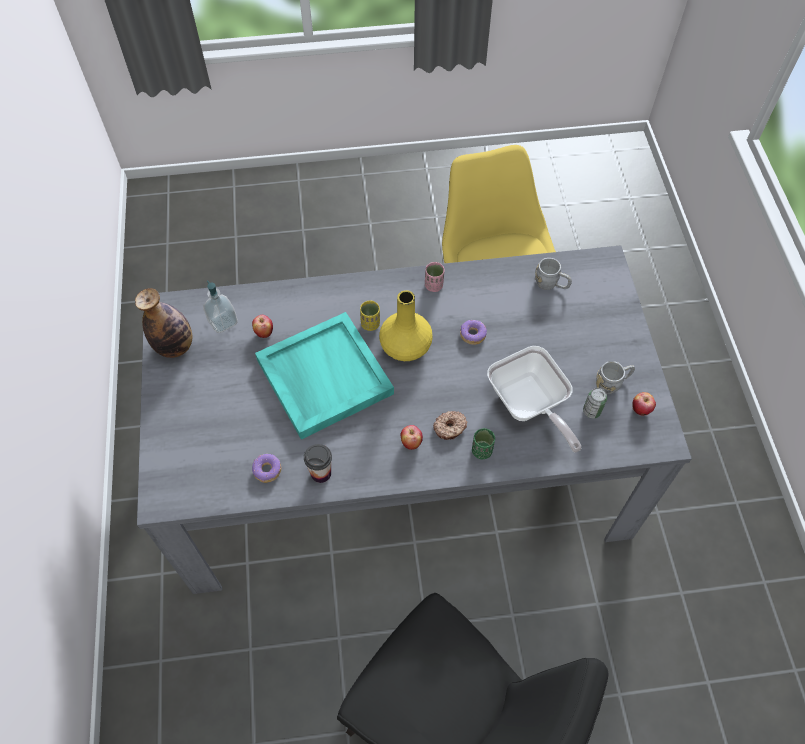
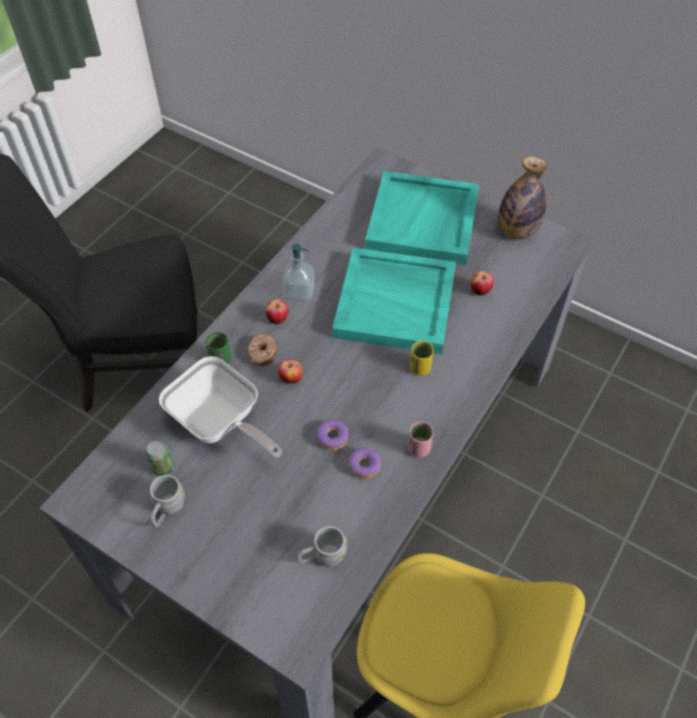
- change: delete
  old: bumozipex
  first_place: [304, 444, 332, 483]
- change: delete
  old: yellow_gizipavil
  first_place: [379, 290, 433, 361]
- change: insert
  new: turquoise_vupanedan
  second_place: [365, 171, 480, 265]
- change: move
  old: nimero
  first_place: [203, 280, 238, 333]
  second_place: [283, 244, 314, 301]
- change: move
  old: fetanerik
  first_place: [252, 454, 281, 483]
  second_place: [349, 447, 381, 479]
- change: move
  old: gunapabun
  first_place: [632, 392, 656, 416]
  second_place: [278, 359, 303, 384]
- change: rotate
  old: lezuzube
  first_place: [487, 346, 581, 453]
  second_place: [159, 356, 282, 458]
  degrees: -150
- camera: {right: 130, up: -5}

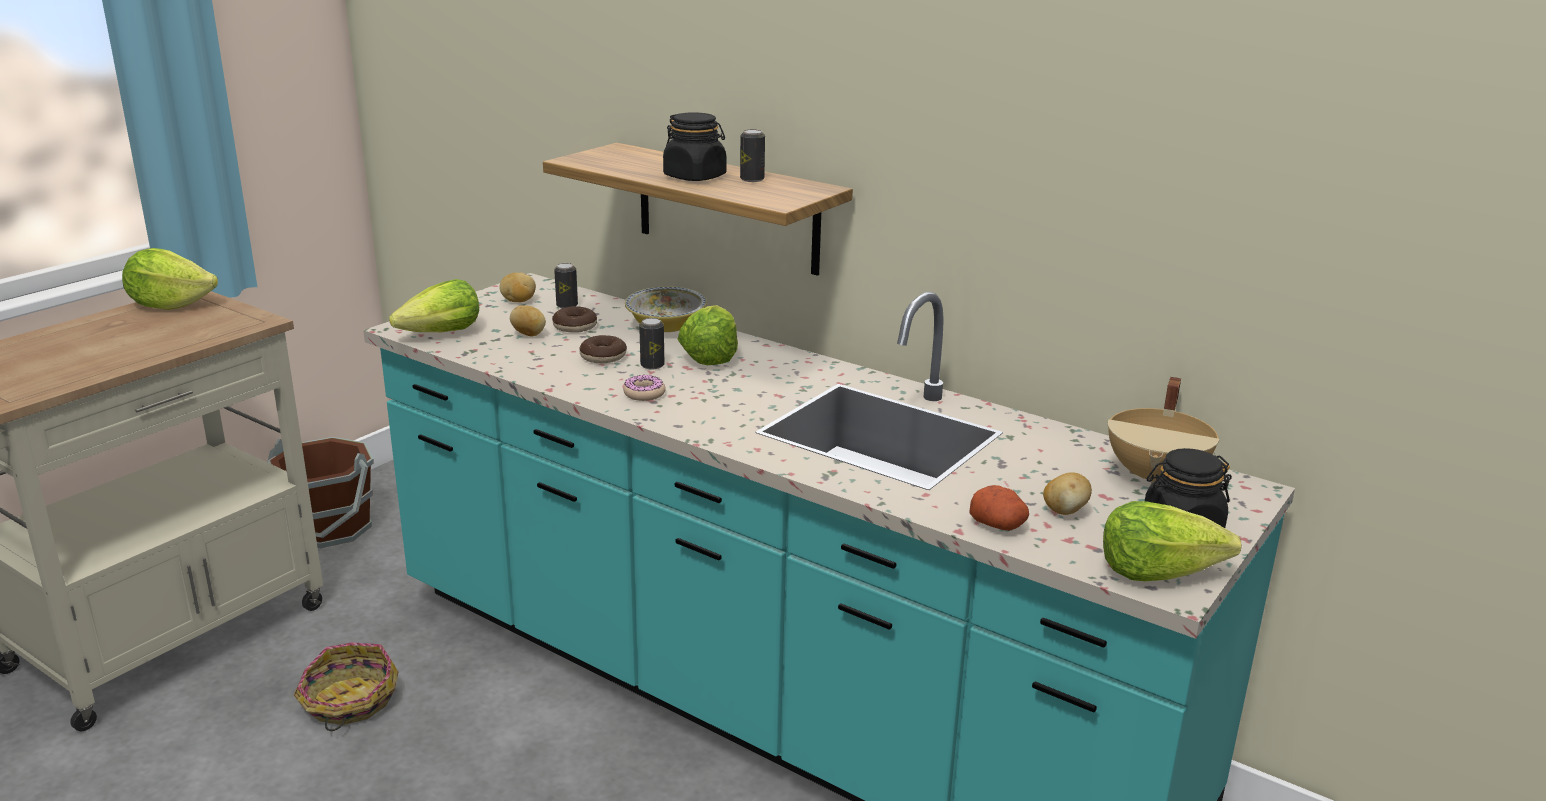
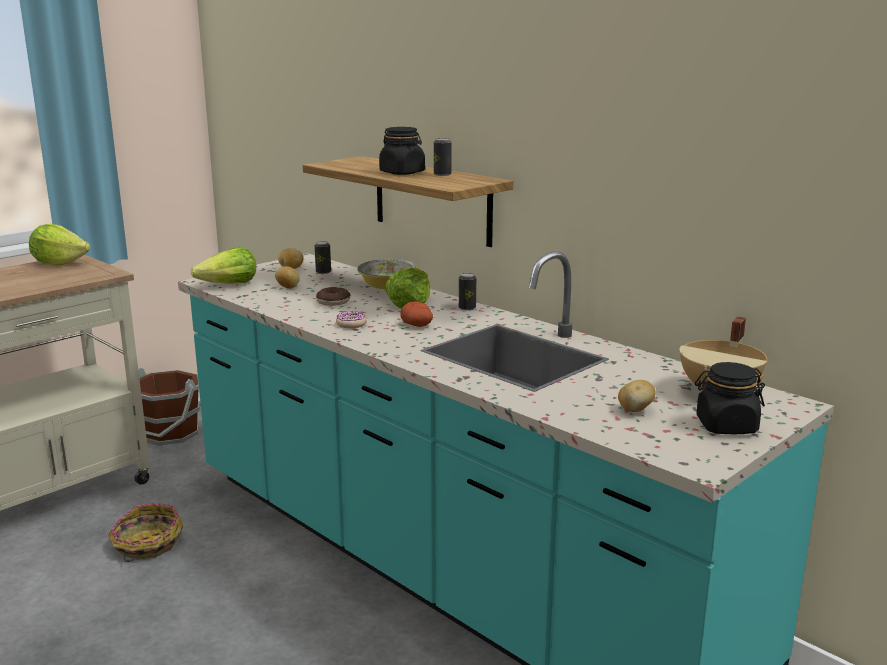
- change: delete
  old: fetanerik
  first_place: [552, 306, 597, 333]
- change: delete
  old: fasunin
  first_place: [1103, 501, 1242, 581]
- change: move
  old: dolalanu
  first_place: [639, 318, 664, 369]
  second_place: [459, 273, 476, 310]
- change: move
  old: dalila
  first_place: [969, 485, 1029, 531]
  second_place: [400, 301, 433, 327]
- camera: {right: 10, up: -5}

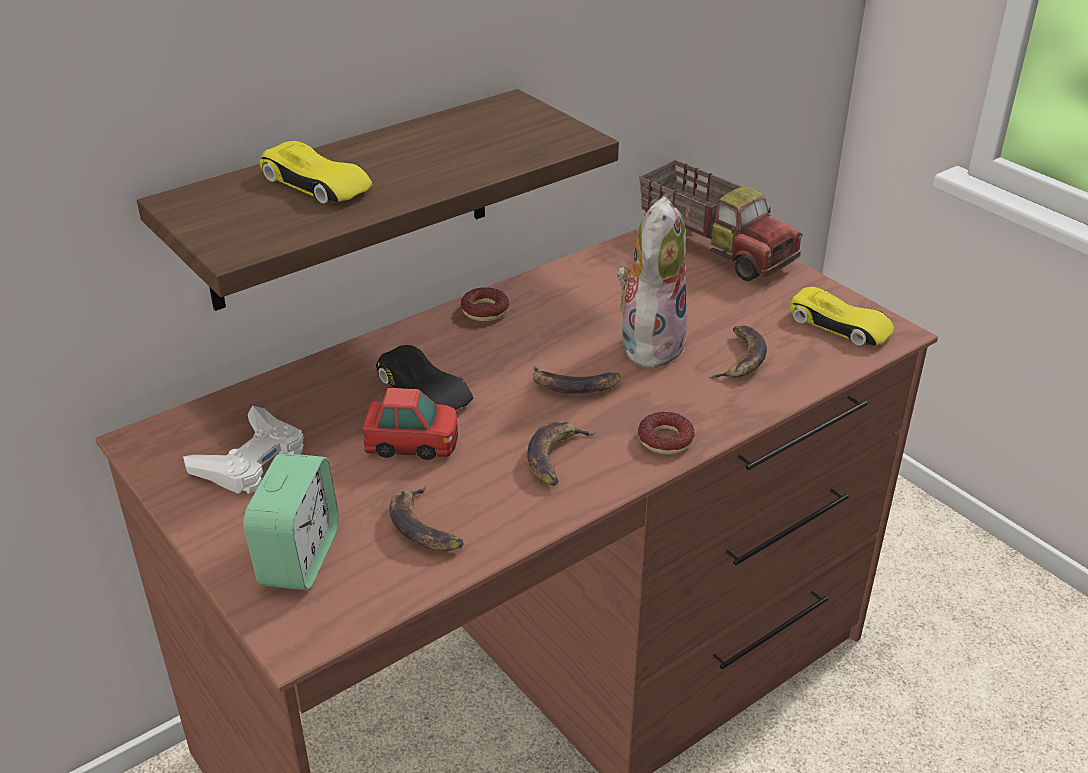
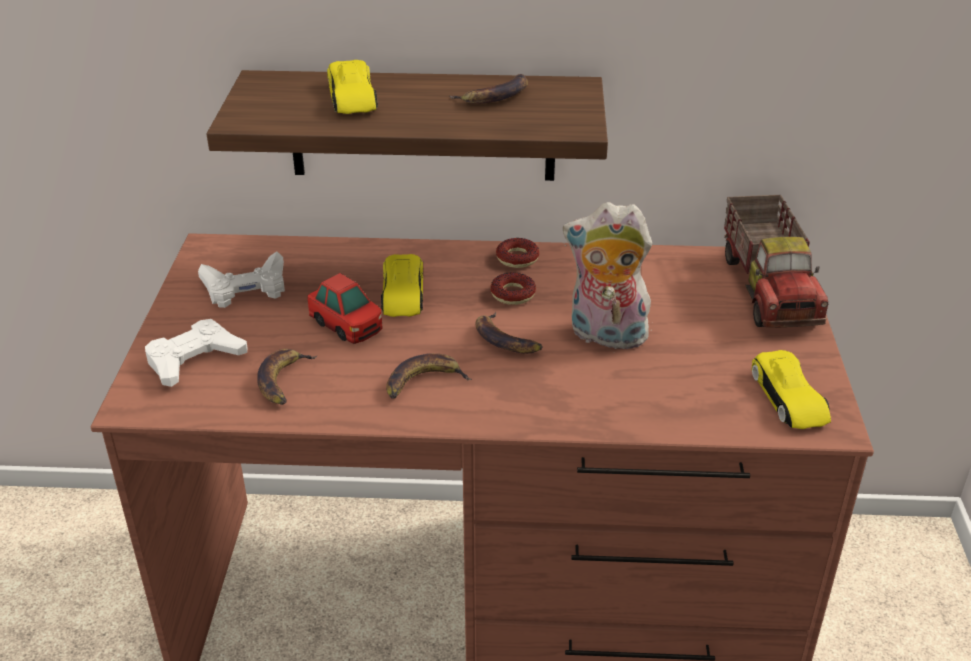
- change: move
  old: fetanerik
  first_place: [638, 412, 695, 454]
  second_place: [490, 272, 536, 305]
- change: move
  old: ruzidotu
  first_place: [709, 326, 767, 379]
  second_place: [450, 74, 528, 104]
- change: replace
  old: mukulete
  new: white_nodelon
  first_place: [243, 453, 339, 590]
  second_place: [145, 319, 247, 387]
- change: recolor
  old: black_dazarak
  new: yellow_dazarak
  first_place: [376, 345, 473, 411]
  second_place: [381, 254, 423, 317]
- change: rotate
  old: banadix
  first_place: [617, 196, 687, 368]
  second_place: [563, 202, 652, 349]
  degrees: -135
- camera: {right: 40, up: 0}

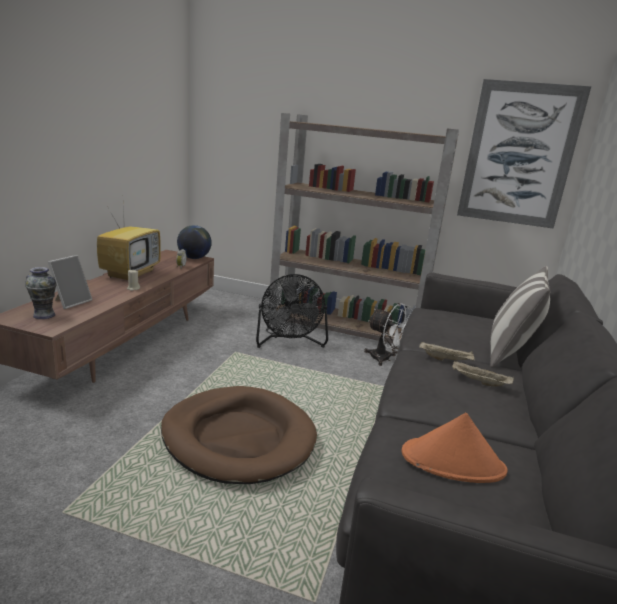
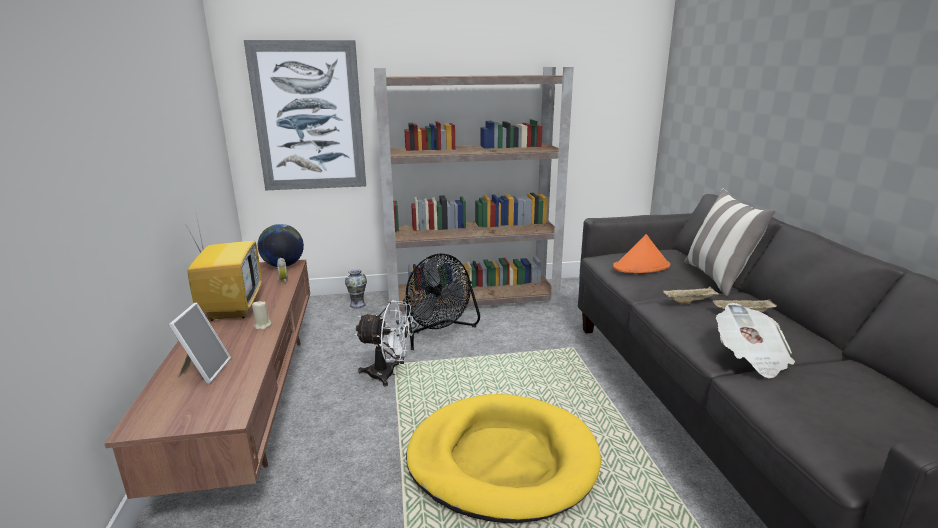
- change: insert
  new: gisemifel
  second_place: [716, 303, 795, 379]
- change: move
  old: gizipavil
  first_place: [25, 267, 57, 319]
  second_place: [345, 269, 367, 309]
- change: move
  old: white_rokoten
  first_place: [364, 303, 413, 366]
  second_place: [355, 300, 413, 387]
- change: move
  old: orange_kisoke
  first_place: [402, 413, 507, 483]
  second_place: [613, 234, 670, 273]
- change: move
  old: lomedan
  first_place: [457, 79, 591, 229]
  second_place: [244, 40, 366, 190]
- change: recolor
  old: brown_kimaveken
  new: yellow_kimaveken
  first_place: [161, 386, 317, 484]
  second_place: [406, 394, 602, 523]
- camera: {right: -25, up: 0}

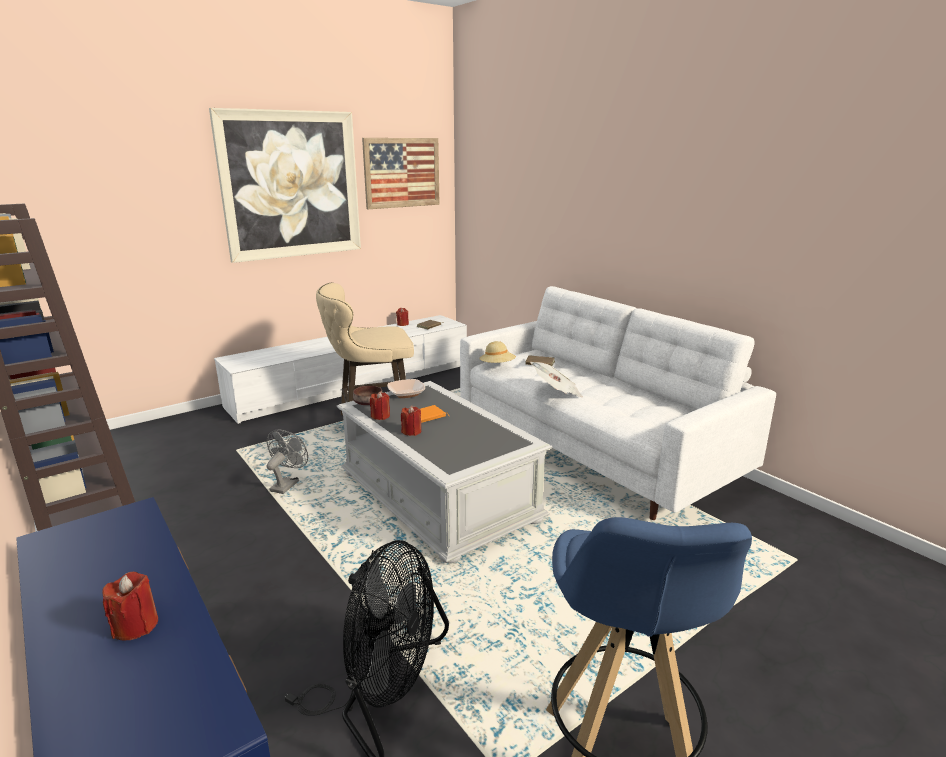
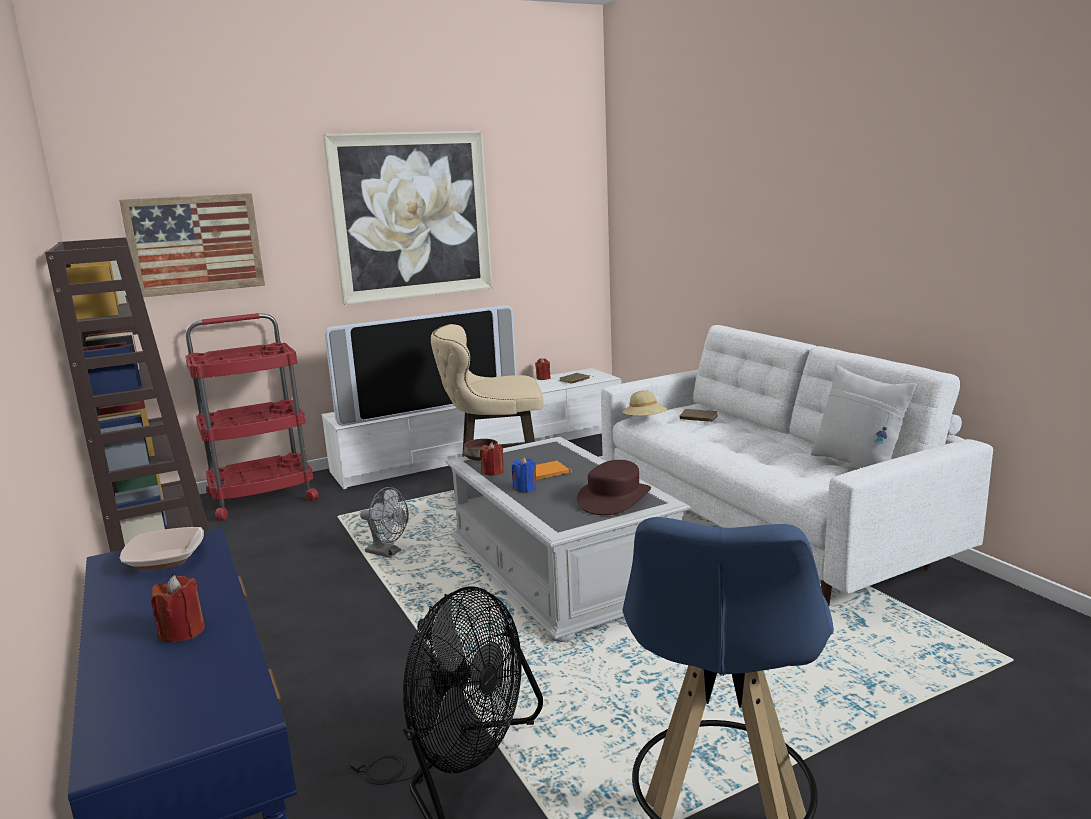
- change: delete
  old: gisemifel
  first_place: [530, 362, 583, 397]
- change: insert
  new: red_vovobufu
  second_place: [185, 313, 319, 520]
- change: insert
  new: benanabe
  second_place: [325, 305, 517, 426]
- change: insert
  new: brown_kisoke
  second_place: [577, 460, 651, 515]
- change: insert
  new: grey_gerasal
  second_place: [811, 365, 916, 468]
- change: move
  old: lomedan
  first_place: [362, 138, 440, 209]
  second_place: [119, 193, 265, 297]
- change: move
  old: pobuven
  first_place: [387, 379, 425, 398]
  second_place: [120, 527, 204, 570]
- change: recolor
  old: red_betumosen
  new: blue_betumosen
  first_place: [401, 406, 421, 436]
  second_place: [512, 456, 536, 492]
- change: rotate
  old: grey_rokoten
  first_place: [266, 429, 308, 494]
  second_place: [360, 487, 409, 558]
  degrees: 90
- camera: {right: 10, up: -5}

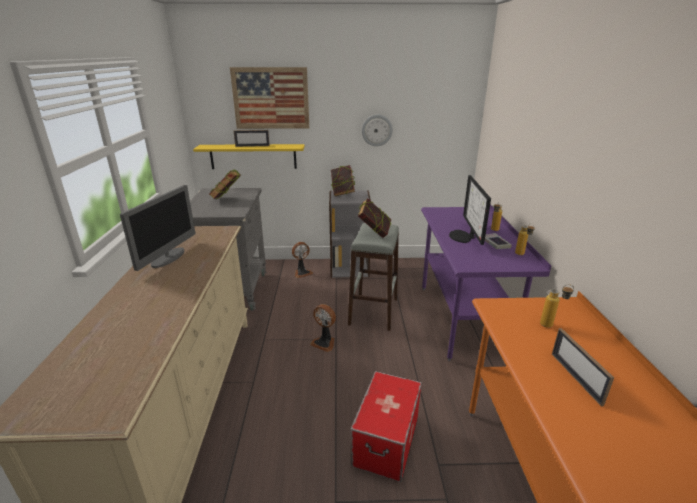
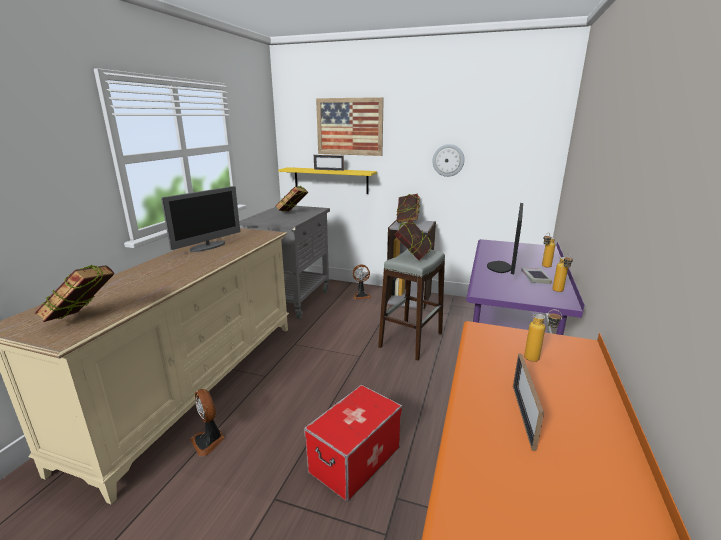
- change: insert
  new: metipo
  second_place: [34, 264, 115, 322]
- change: move
  old: rokoten
  first_place: [310, 304, 336, 352]
  second_place: [190, 389, 225, 456]
- camera: {right: 20, up: -5}

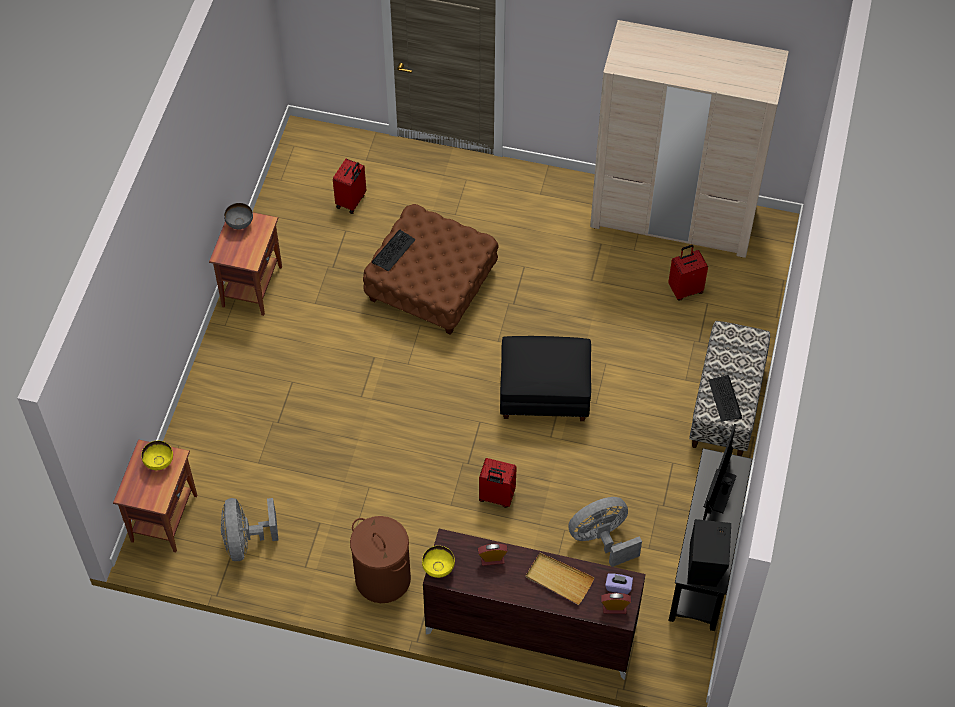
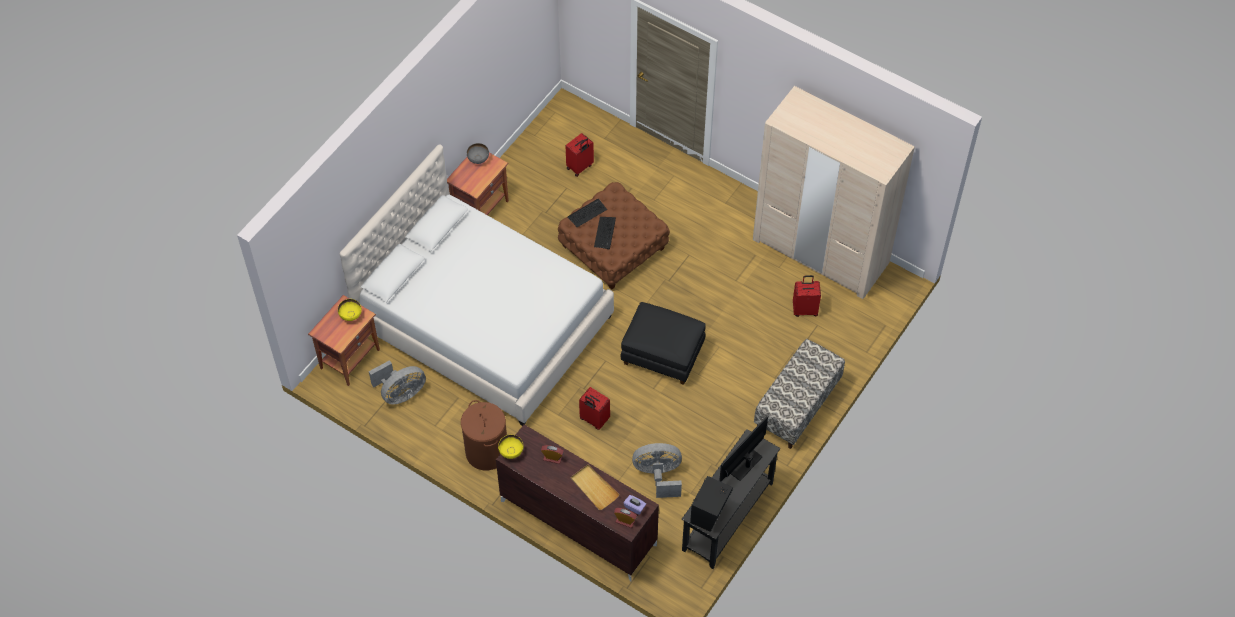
- change: insert
  new: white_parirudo
  second_place: [340, 144, 614, 426]
- change: move
  old: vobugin
  first_place: [708, 375, 742, 422]
  second_place: [594, 217, 616, 249]
- change: rotate
  old: grey_rokoten
  first_place: [221, 498, 279, 561]
  second_place: [369, 360, 426, 404]
  degrees: -135
- camera: {right: 20, up: 0}

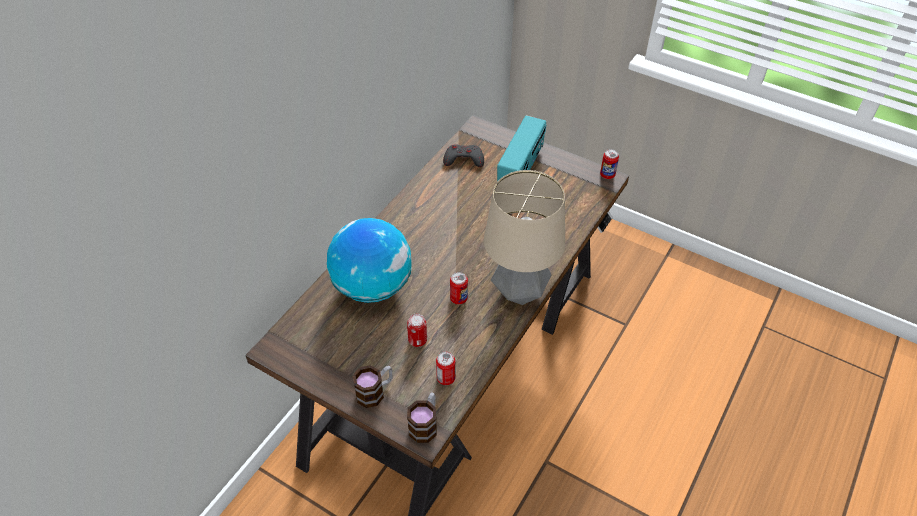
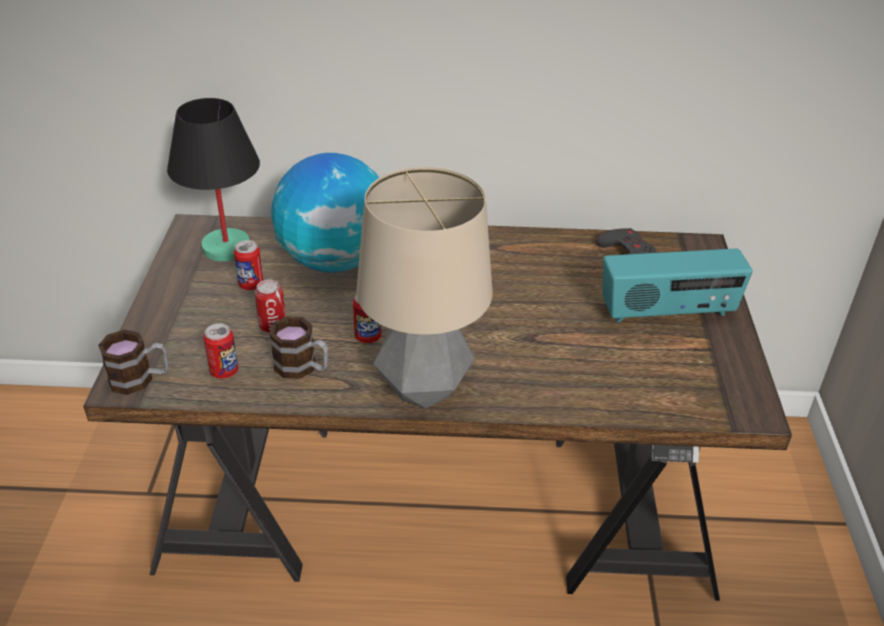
- change: insert
  new: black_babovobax
  second_place: [167, 98, 260, 262]
- change: move
  old: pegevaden
  first_place: [353, 365, 392, 408]
  second_place: [270, 316, 328, 379]
- change: move
  old: dolalanu
  first_place: [600, 149, 619, 179]
  second_place: [234, 240, 264, 290]
- camera: {right: 60, up: -10}

